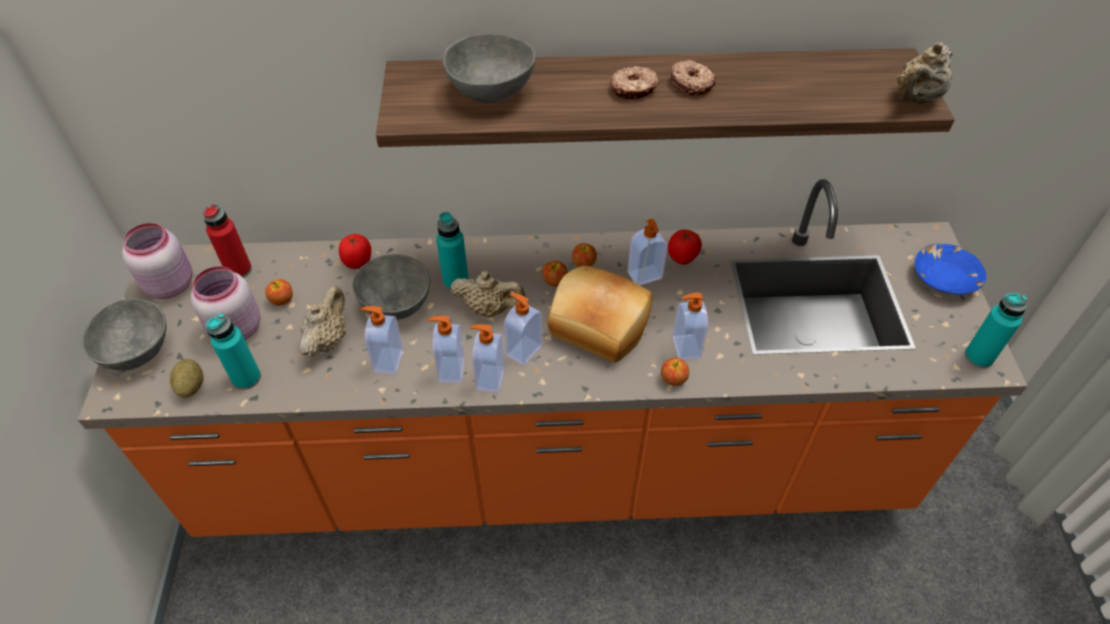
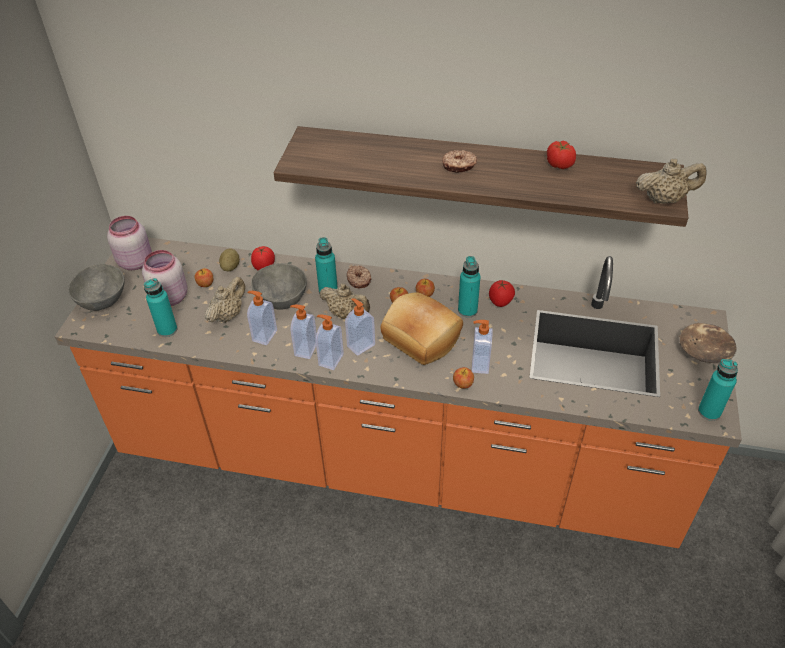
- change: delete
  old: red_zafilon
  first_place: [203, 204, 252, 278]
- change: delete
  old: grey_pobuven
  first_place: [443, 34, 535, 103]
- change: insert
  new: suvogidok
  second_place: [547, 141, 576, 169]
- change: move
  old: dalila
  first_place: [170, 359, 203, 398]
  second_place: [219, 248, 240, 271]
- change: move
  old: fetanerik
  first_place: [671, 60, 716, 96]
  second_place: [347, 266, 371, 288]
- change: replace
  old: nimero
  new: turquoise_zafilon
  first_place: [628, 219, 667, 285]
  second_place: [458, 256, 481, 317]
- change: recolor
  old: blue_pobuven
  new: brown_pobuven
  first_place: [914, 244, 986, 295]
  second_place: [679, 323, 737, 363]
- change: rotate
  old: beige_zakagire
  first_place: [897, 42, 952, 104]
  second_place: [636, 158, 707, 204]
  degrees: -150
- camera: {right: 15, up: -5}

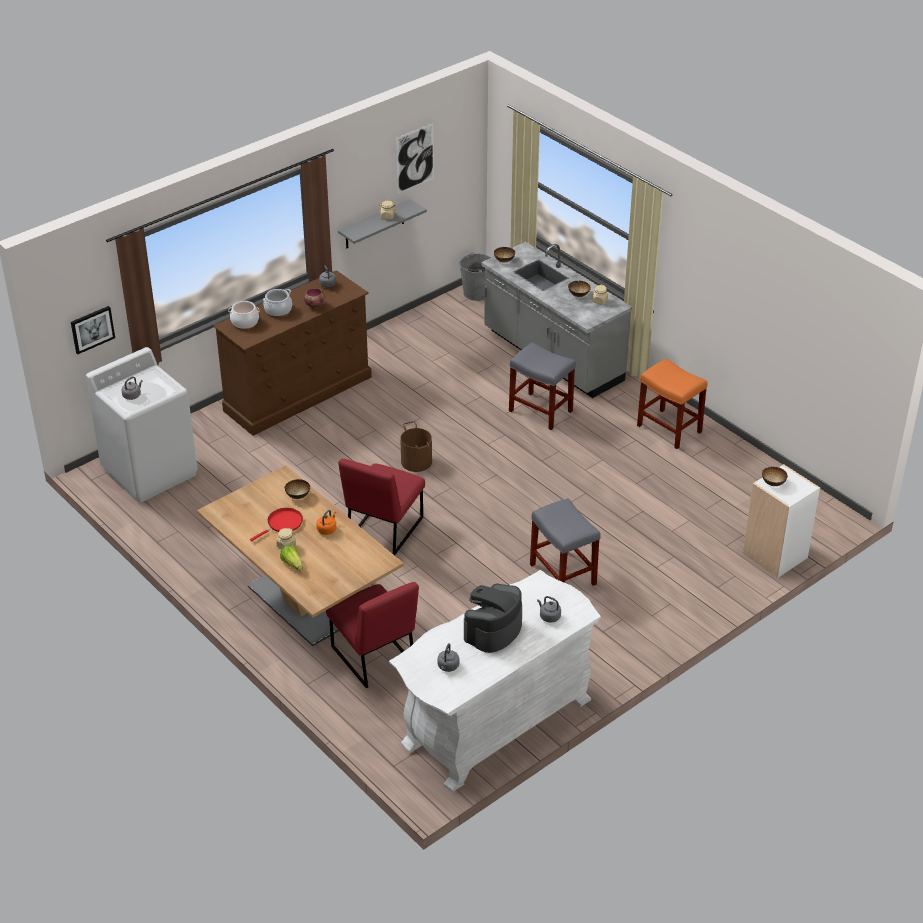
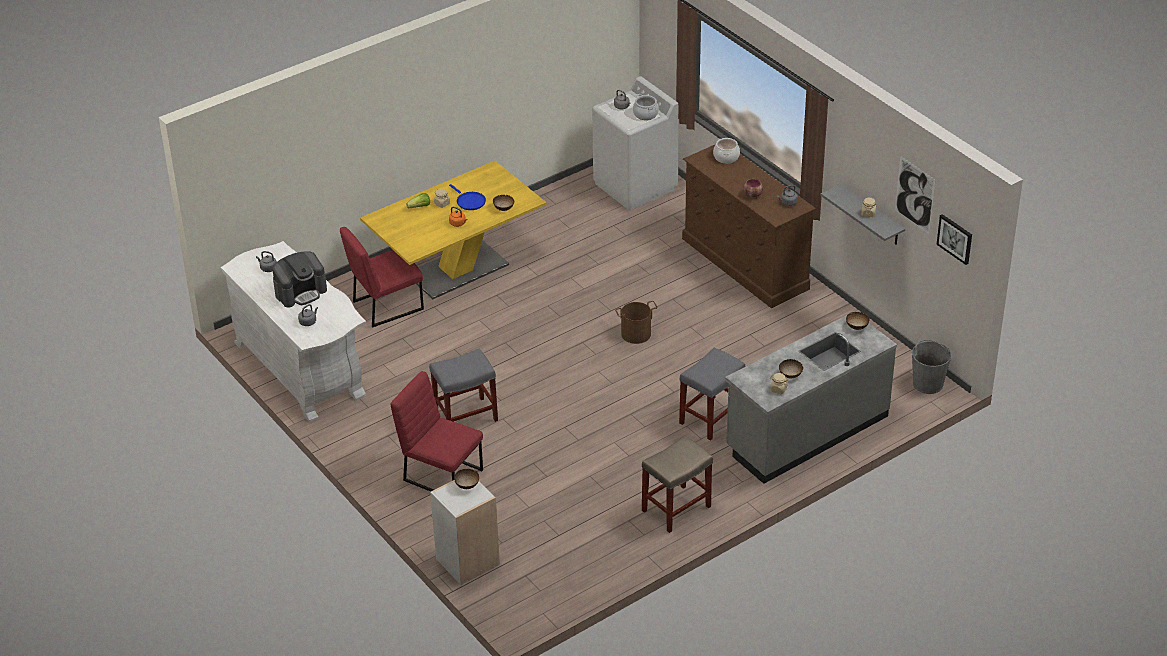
- change: move
  old: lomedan
  first_place: [71, 306, 115, 354]
  second_place: [936, 214, 972, 265]
- change: move
  old: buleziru
  first_place: [263, 289, 292, 317]
  second_place: [633, 94, 659, 120]
- change: move
  old: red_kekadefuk
  first_place: [338, 459, 425, 556]
  second_place: [390, 371, 483, 492]
- change: recolor
  old: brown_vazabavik
  new: yellow_vazabavik
  first_place: [197, 465, 404, 646]
  second_place: [360, 161, 546, 299]
- change: recolor
  old: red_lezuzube
  new: blue_lezuzube
  first_place: [250, 508, 303, 541]
  second_place: [449, 184, 486, 210]
- change: recolor
  old: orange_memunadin
  new: beige_memunadin
  first_place: [637, 359, 708, 449]
  second_place: [642, 435, 713, 533]
- change: rotate
  old: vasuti
  first_place: [464, 583, 522, 653]
  second_place: [273, 251, 327, 308]
  degrees: 105
- camera: {right: 95, up: 0}

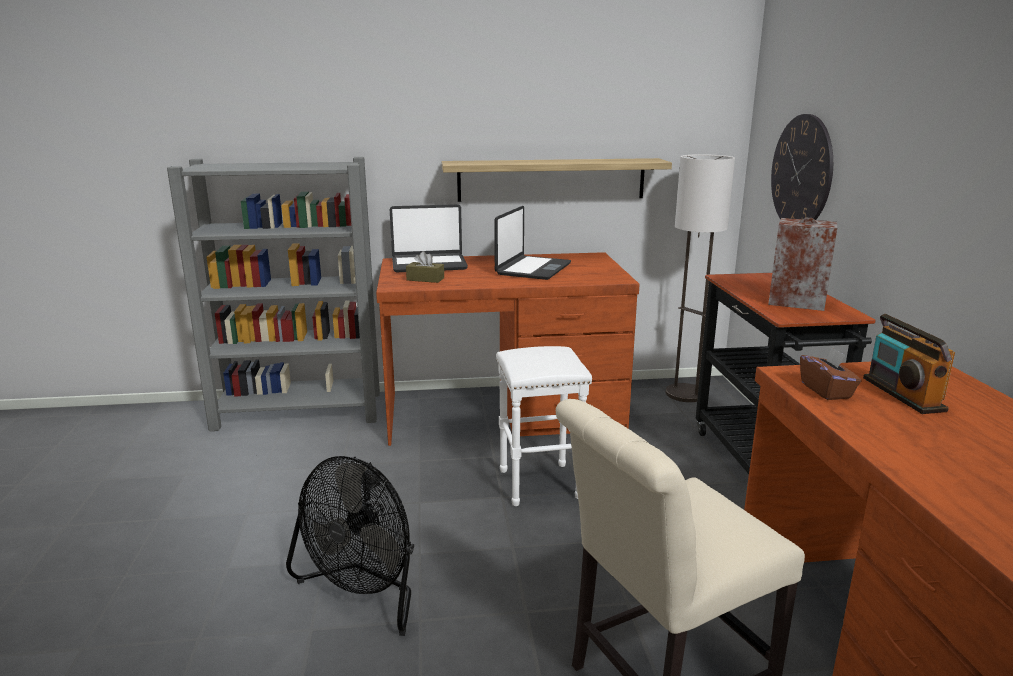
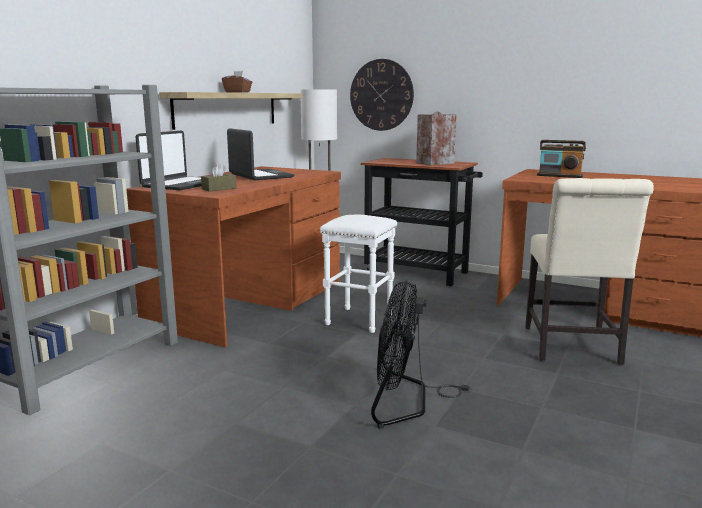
- change: move
  old: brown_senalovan
  first_place: [800, 347, 861, 400]
  second_place: [222, 71, 252, 93]
- change: rotate
  old: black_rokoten
  first_place: [286, 456, 414, 636]
  second_place: [371, 280, 471, 429]
  degrees: 120
- camera: {right: -55, up: -5}

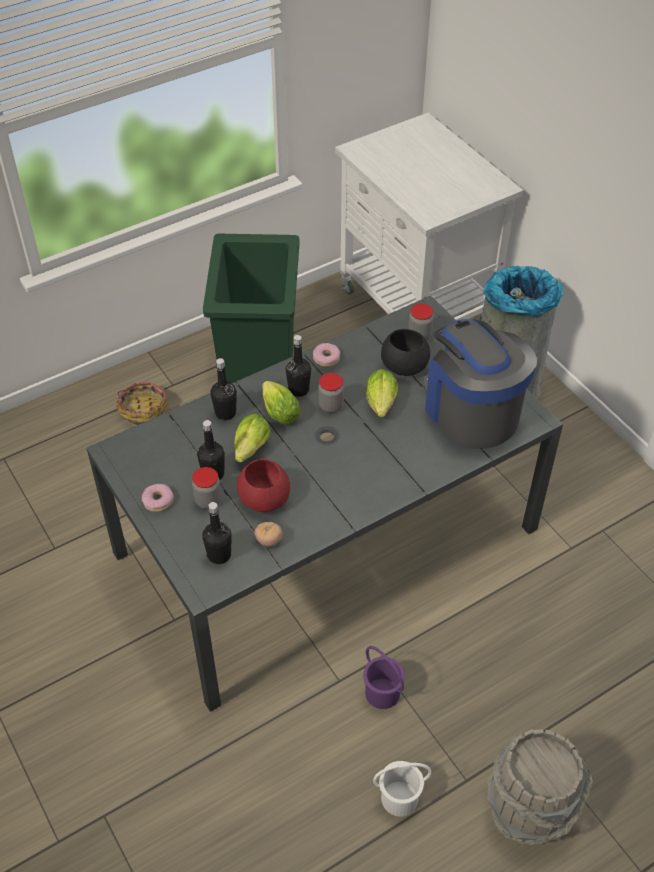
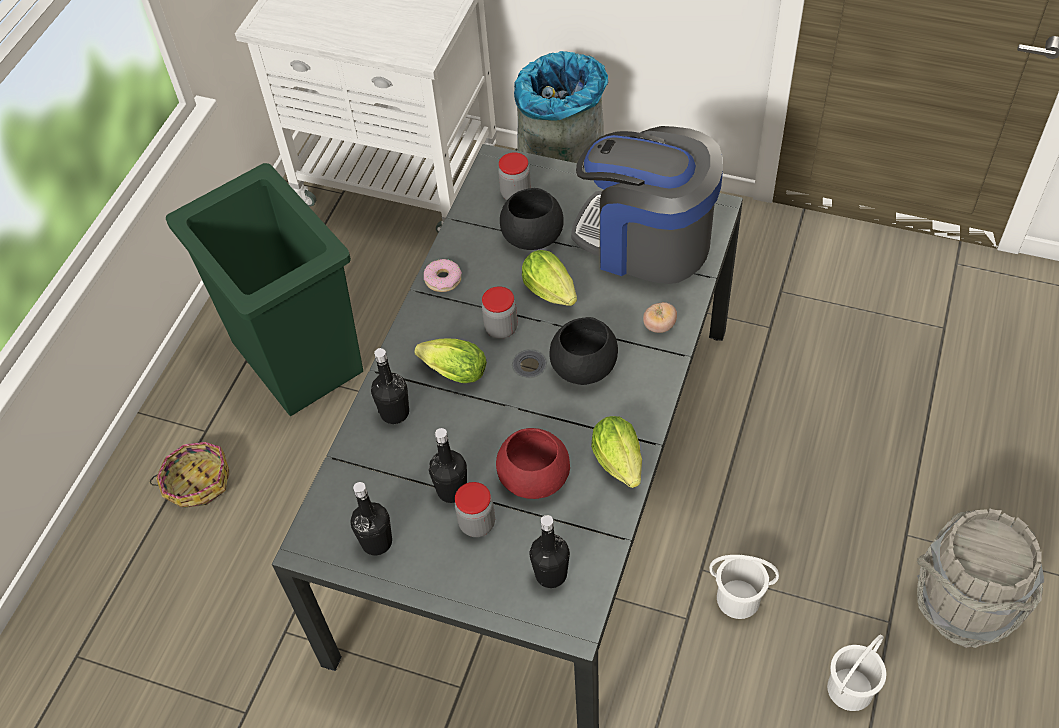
- change: delete
  old: fetanerik
  first_place: [142, 484, 174, 512]
- change: insert
  new: black_pobuven
  second_place: [549, 317, 618, 385]
- change: move
  old: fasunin
  first_place: [234, 414, 271, 463]
  second_place: [591, 416, 642, 488]
- change: move
  old: suvogidok
  first_place: [254, 522, 283, 546]
  second_place: [643, 302, 677, 333]
- change: move
  old: black_zafilon
  first_place: [286, 335, 311, 397]
  second_place: [350, 482, 392, 555]
- change: recolor
  old: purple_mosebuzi
  new: white_mosebuzi
  first_place: [363, 646, 405, 709]
  second_place: [709, 555, 779, 619]
- camera: {right: -35, up: 5}

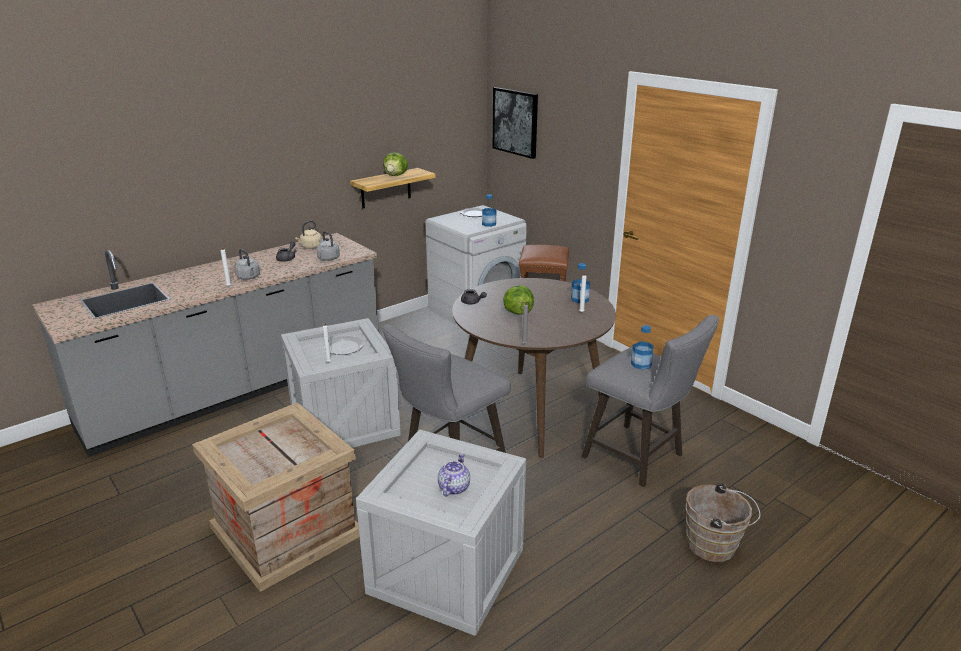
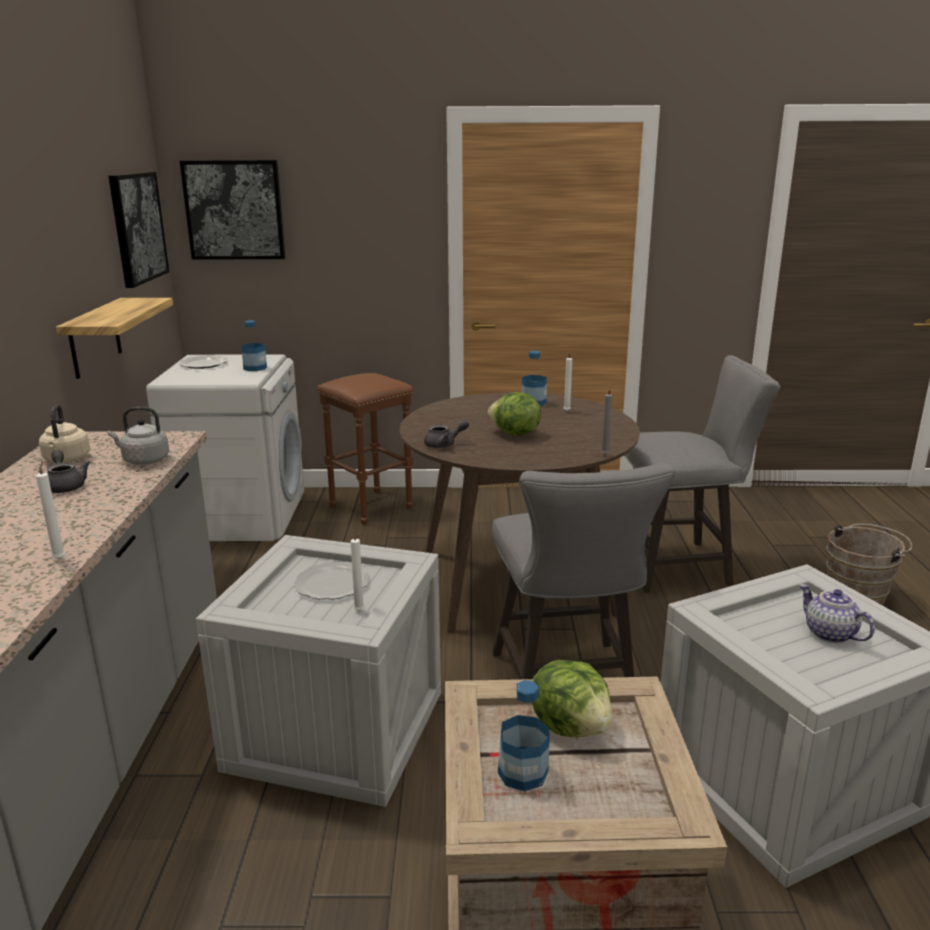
- change: delete
  old: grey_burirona
  first_place: [234, 249, 260, 280]
- change: insert
  new: lomedan
  second_place: [108, 172, 170, 288]
- change: move
  old: fasunin
  first_place: [383, 152, 408, 176]
  second_place: [532, 660, 613, 737]
- change: move
  old: zafilon
  first_place: [631, 325, 654, 370]
  second_place: [498, 680, 550, 791]
- camera: {right: -50, up: -5}

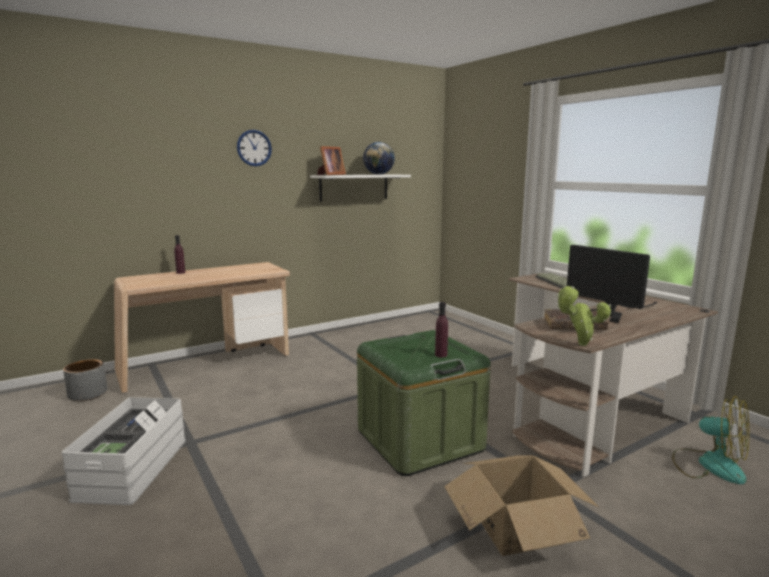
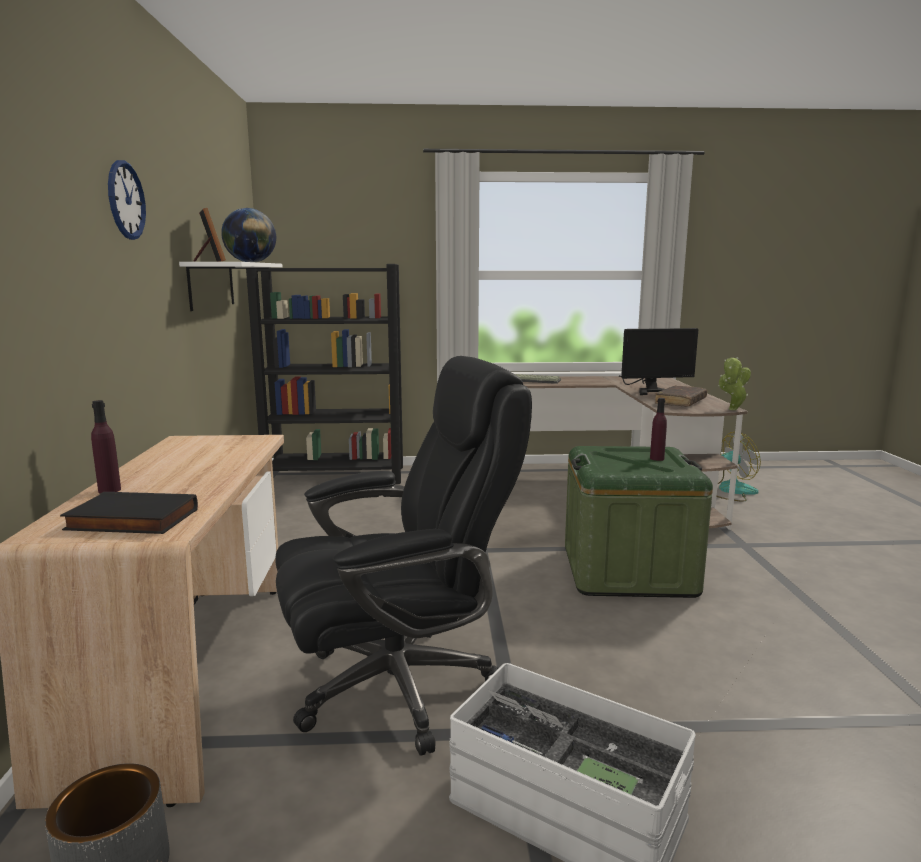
- change: delete
  old: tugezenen
  first_place: [444, 456, 600, 556]
- change: insert
  new: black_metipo
  second_place: [60, 492, 198, 534]
- change: insert
  new: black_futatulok
  second_place: [246, 264, 403, 484]
- change: insert
  new: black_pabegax
  second_place: [275, 356, 532, 756]
- camera: {right: -60, up: 0}

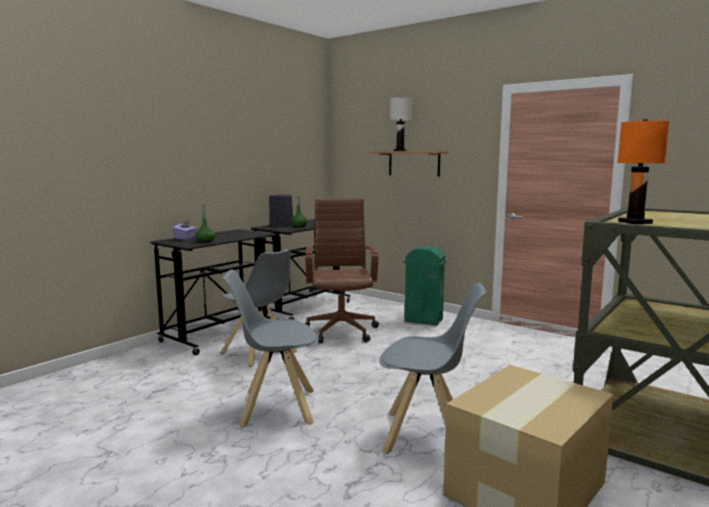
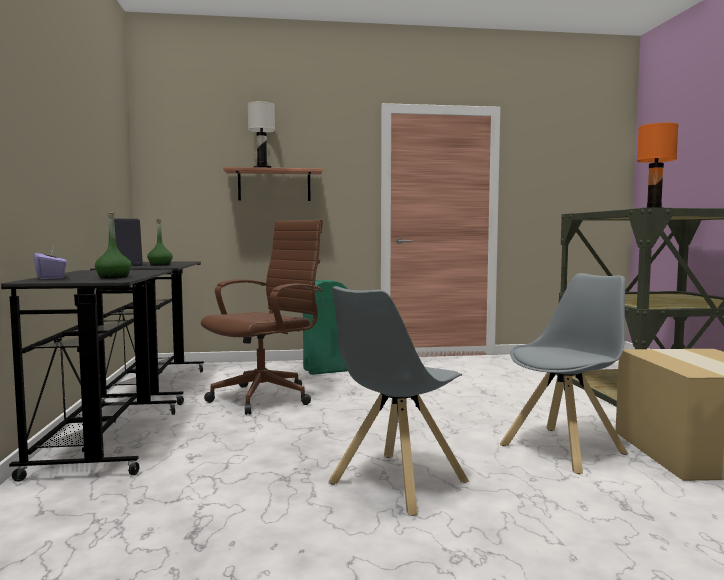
- change: delete
  old: grey_kekadefuk
  first_place: [220, 249, 297, 367]
- change: rotate
  old: brown_pabegax
  first_place: [305, 198, 379, 344]
  second_place: [201, 219, 323, 415]
  degrees: 90
- camera: {right: -45, up: -5}

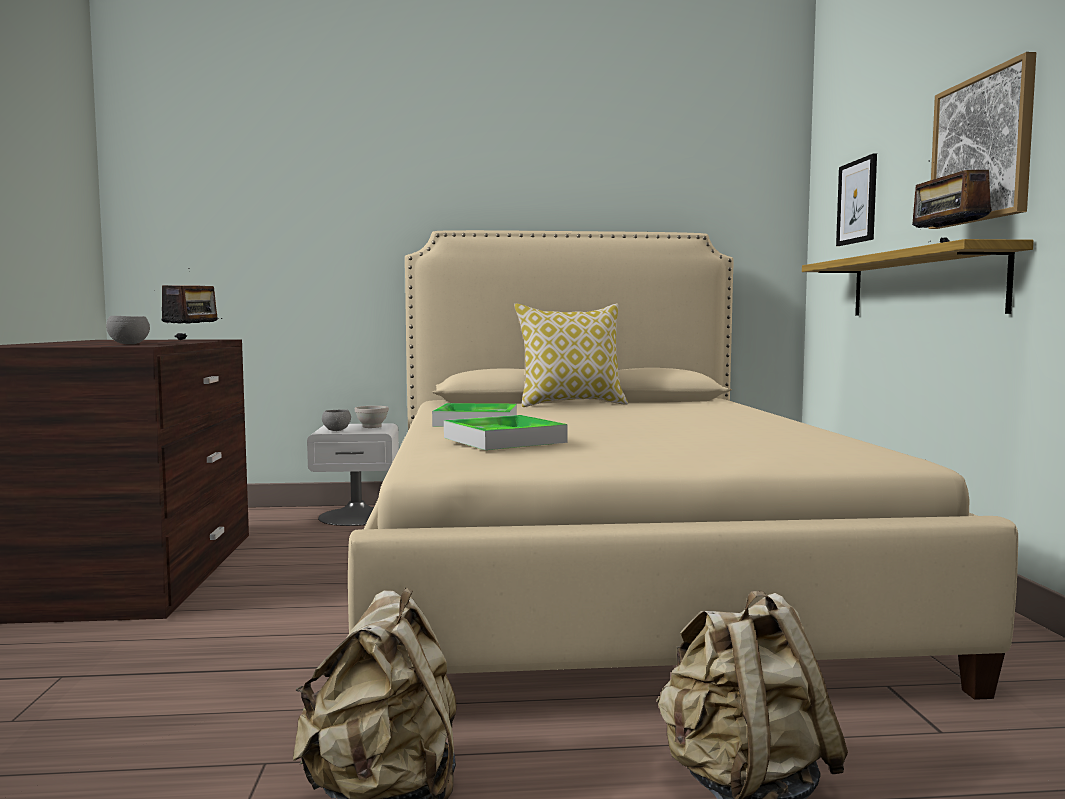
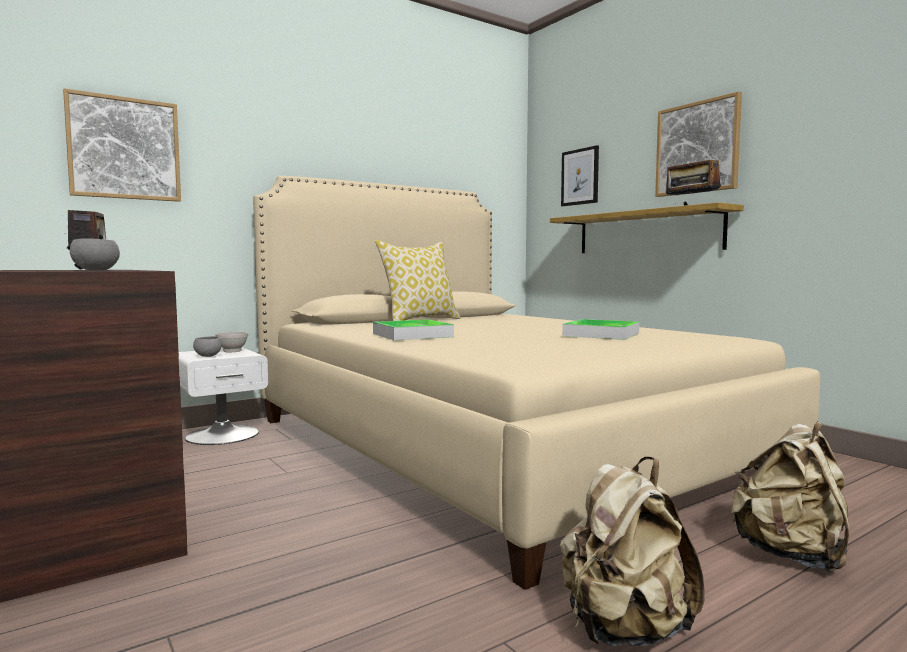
- change: insert
  new: lomedan
  second_place: [63, 88, 181, 202]
- change: move
  old: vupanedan
  first_place: [444, 415, 568, 450]
  second_place: [562, 319, 640, 340]
- camera: {right: -30, up: 0}

